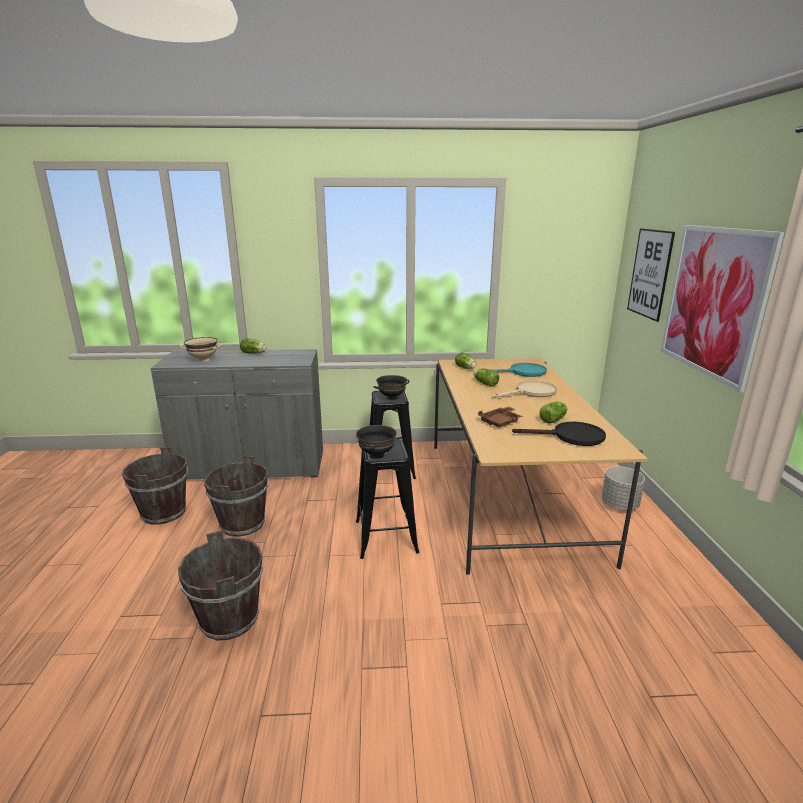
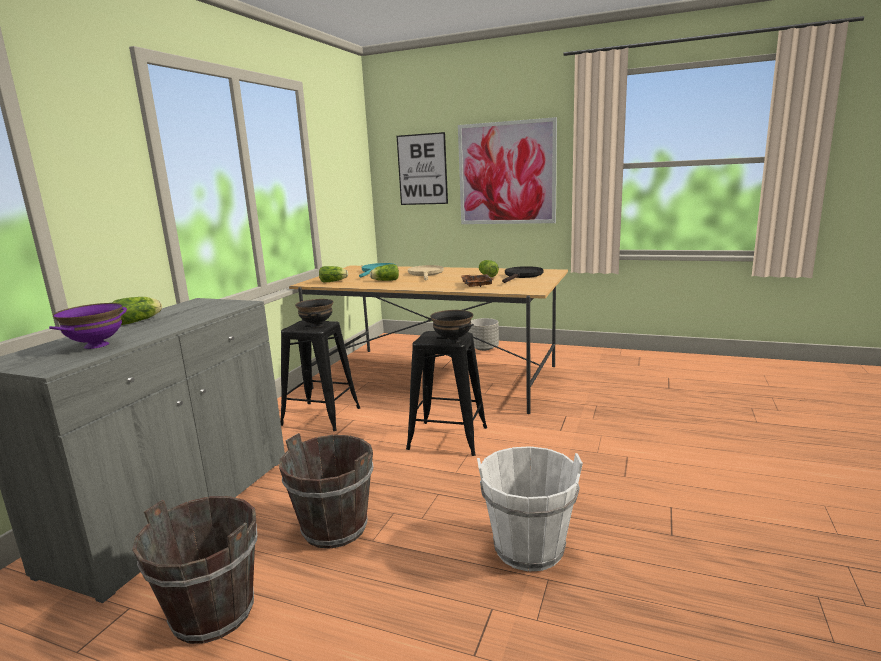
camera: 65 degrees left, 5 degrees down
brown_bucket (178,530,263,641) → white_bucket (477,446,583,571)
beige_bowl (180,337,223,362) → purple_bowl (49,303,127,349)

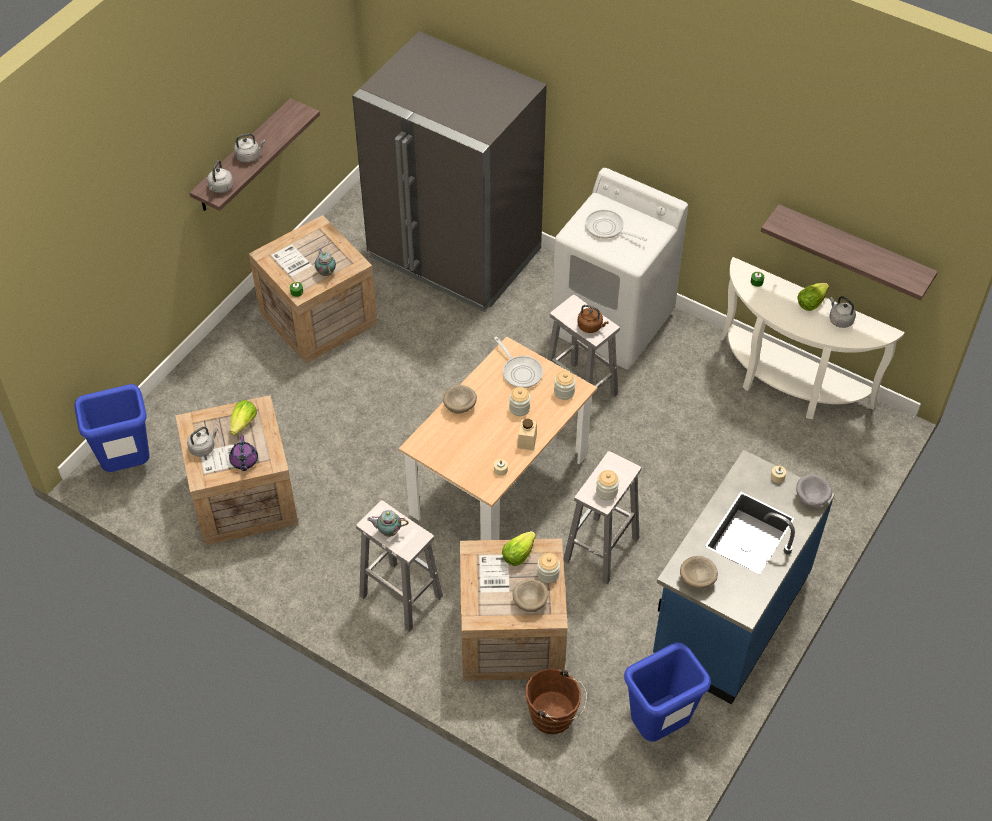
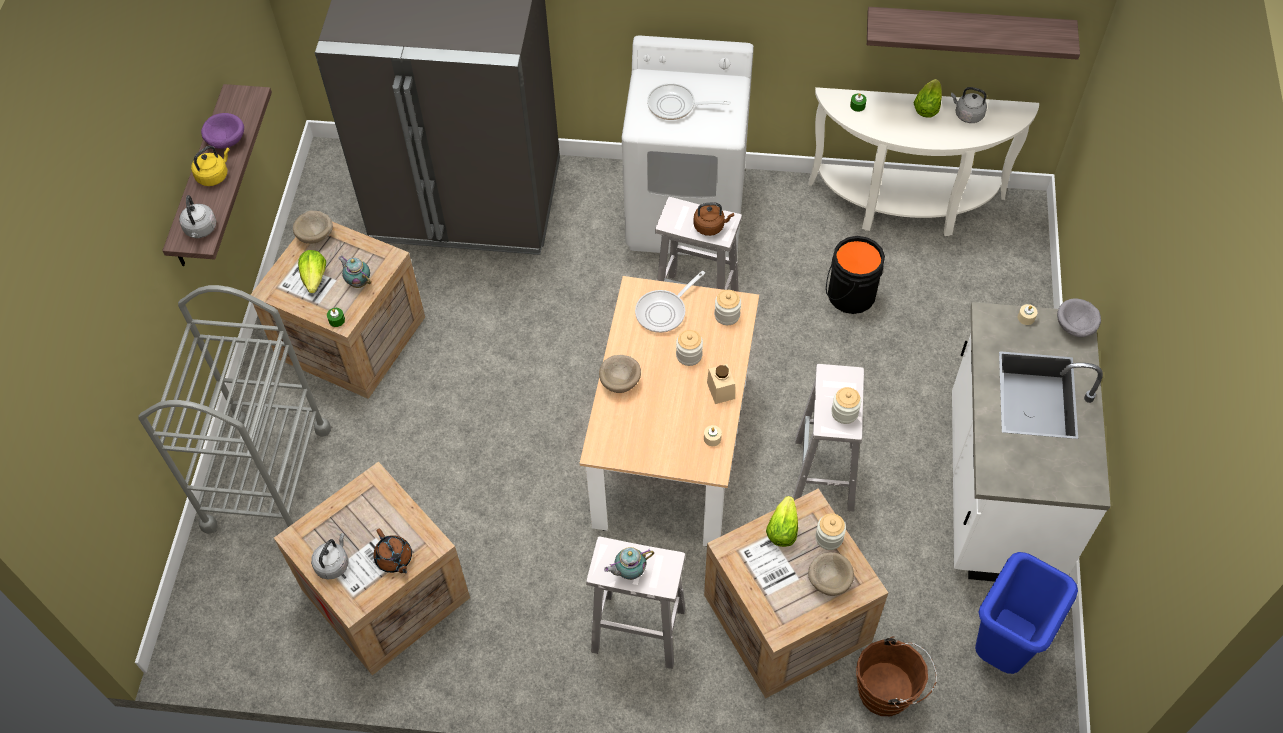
camera: 25 degrees left, 5 degrees up
blue_trash_can (74,384,149,472) → -
- → grey_cart (138,285,331,534)
- → purple_bowl (201,113,244,149)
- → black_bucket (826,236,885,314)
lettuce (230,400,257,435) → lettuce (298,250,326,293), moved
beige_bowl (680,556,718,589) → beige_bowl (293,211,333,244), moved
purple_teapot (229,435,258,471) → brown_teapot (374,529,412,574)
grey_kettle (234,133,265,162) → yellow_kettle (191,146,230,186)
blue_counter (653,450,835,704) → white_counter (952,302,1111,582)
frying_pan (494,336,543,388) → frying_pan (635,271,705,333), 105 degrees clockwise

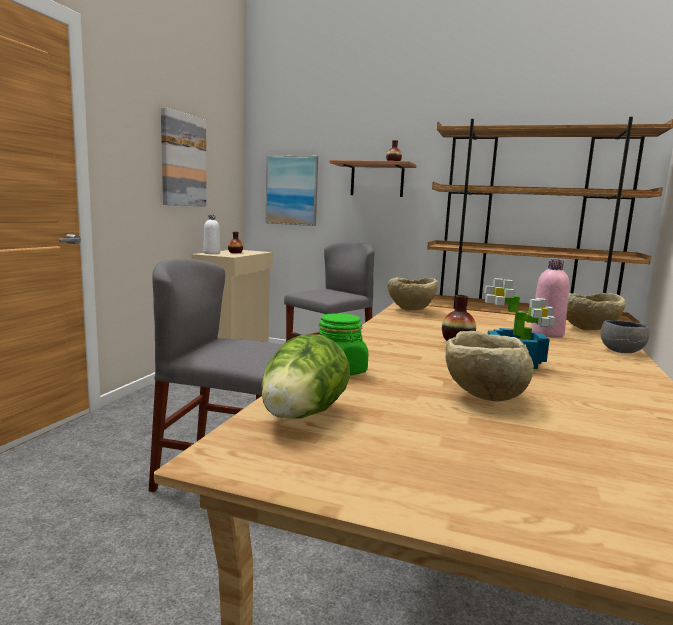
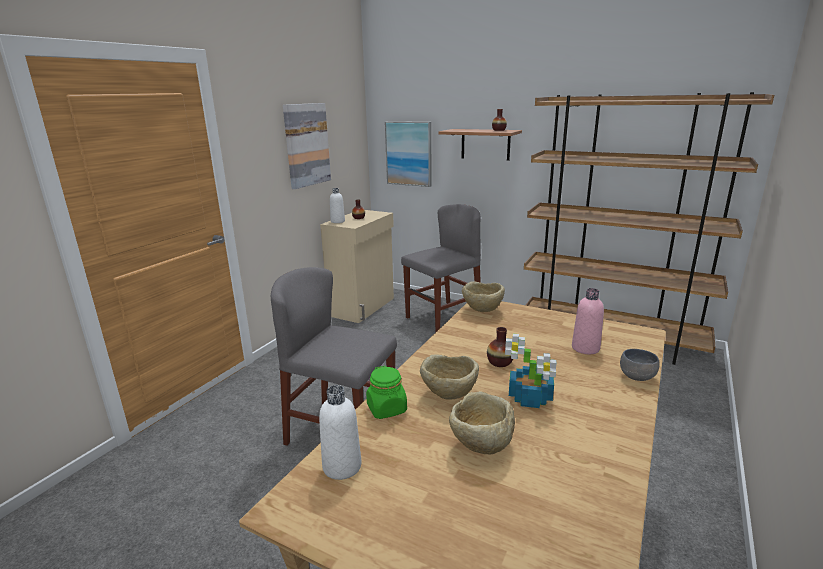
camera: 10 degrees right, 10 degrees up
beige_bowl (566,293,626,330) → beige_bowl (420,354,479,400), moved
lettuce (261,335,350,419) → white_bottle (319,385,362,480)

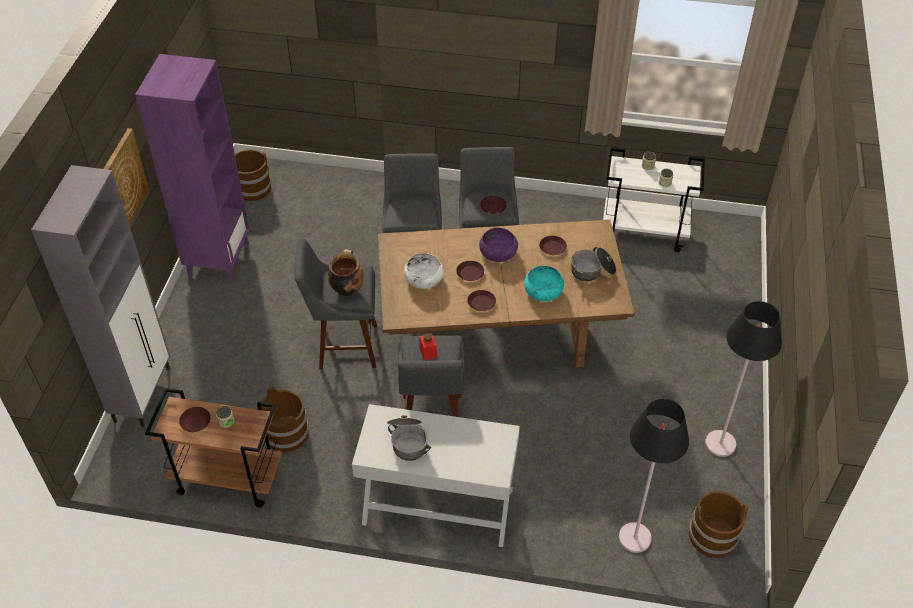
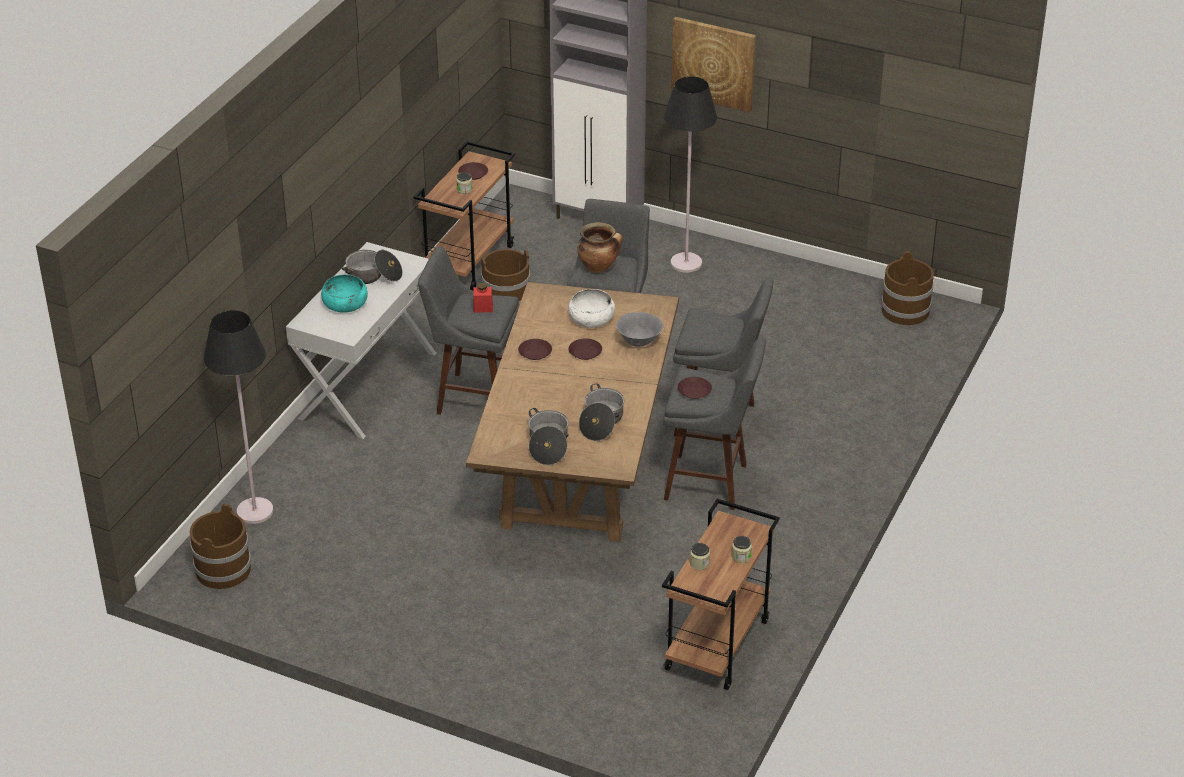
camera: 105 degrees right, 10 degrees down
purple_bookcase (135,54,250,282) → -
purple_bowl (479,228,518,262) → -
- → grey_bowl (616,312,663,347)
turquoise_bowl (524,266,564,301) → turquoise_bowl (321,275,368,313), moved
black_floor_lamp (705,301,782,457) → black_floor_lamp (664,76,717,273), moved
brown_plate (539,236,567,255) → cooking_pot (579,384,625,441)
white_cart (603,148,705,252) → brown_cart (662,499,780,690)

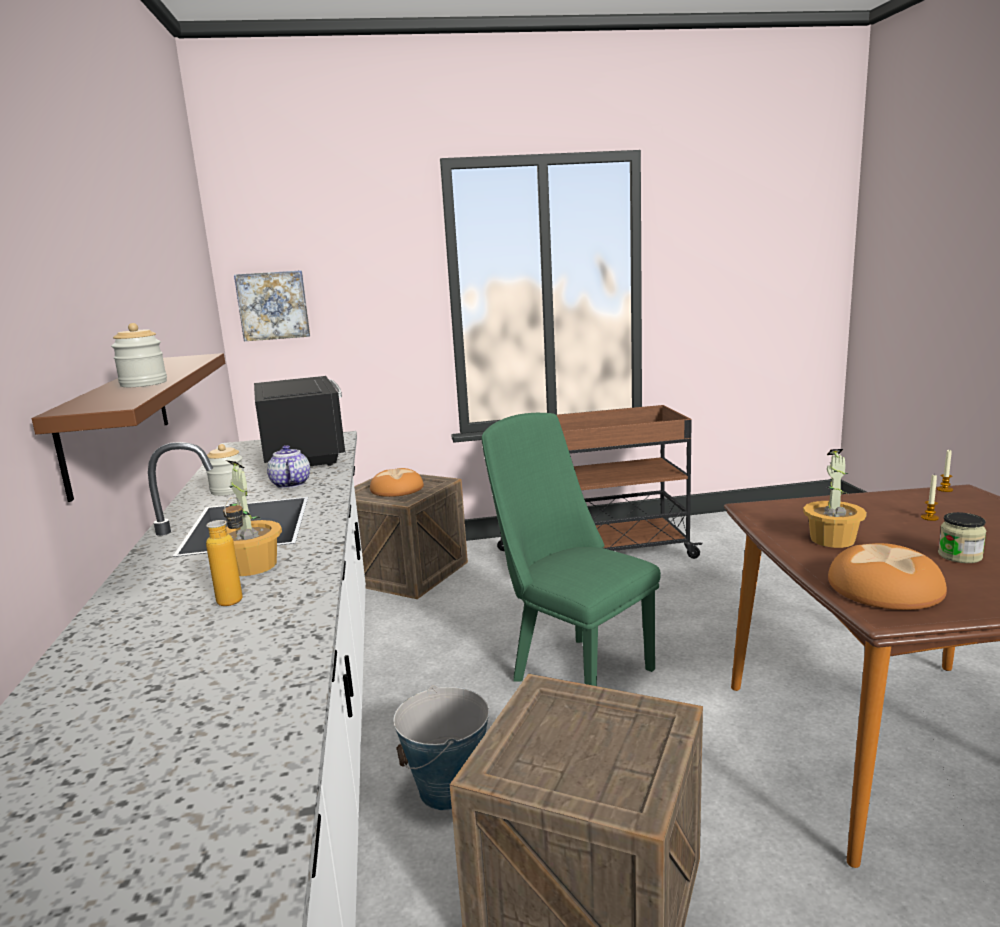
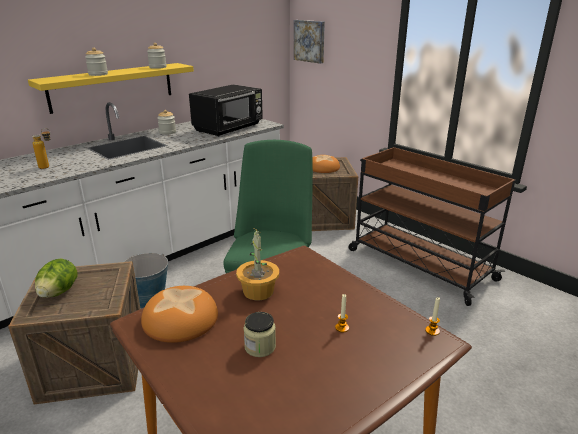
camera: 55 degrees right, 10 degrees up
potted_plant (226,460,282,576) → -
teapot (267,445,310,488) → -
- → lettuce (35,259,78,298)
- → jar (147,43,167,69)
brown_shelf (32,353,225,502) → yellow_shelf (28,63,194,114)

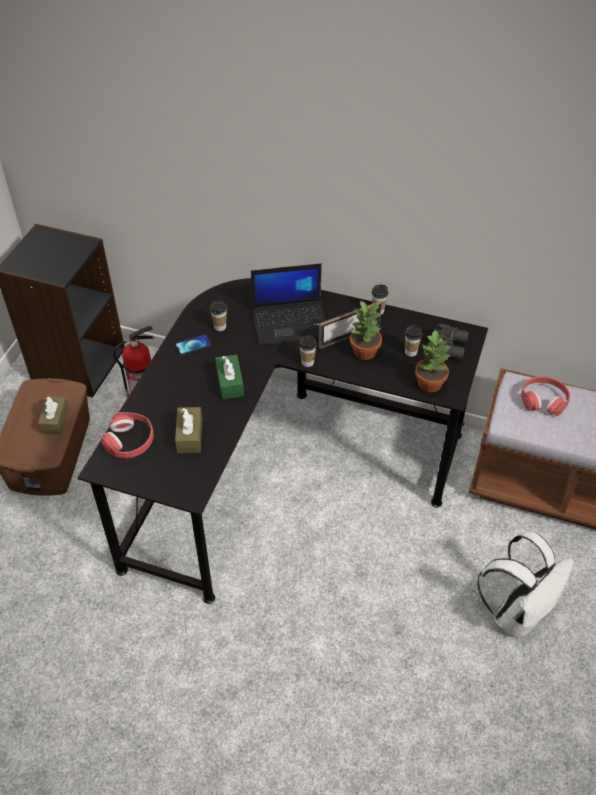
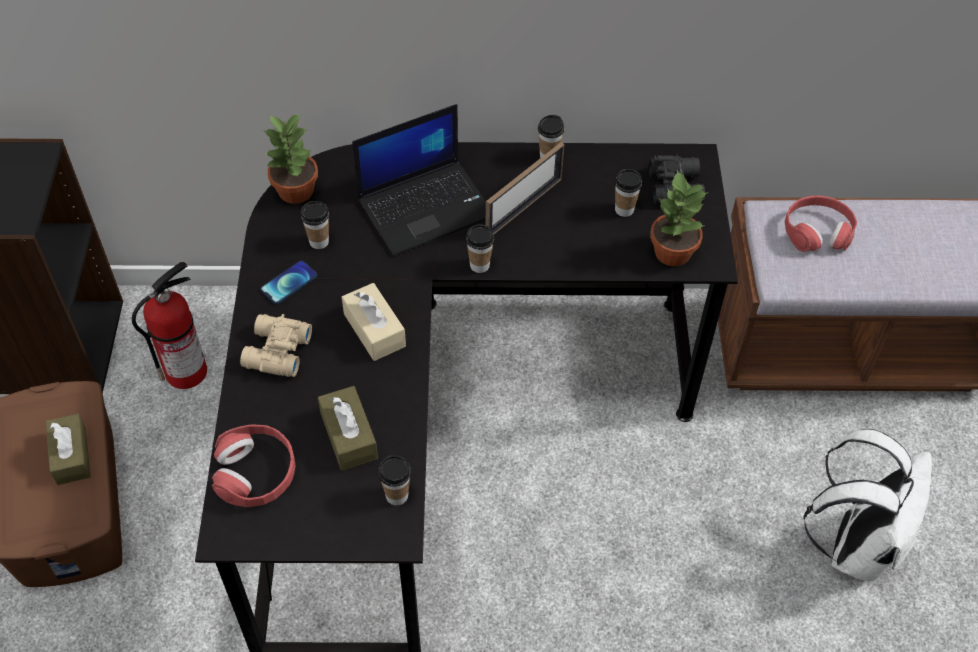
camera: 20 degrees left, 5 degrees up
- → beige_binoculars (240,314,312,377)
- → cup (378,455,411,505)
potted_plant (350,300,382,360) → potted_plant (263,112,318,204), moved
green_tissue_box (215,355,244,399) → beige_tissue_box (342,283,406,361)

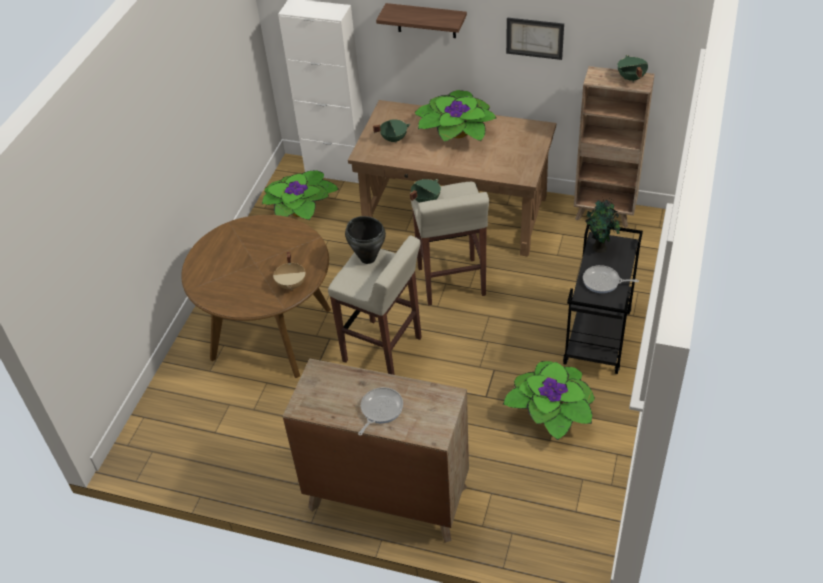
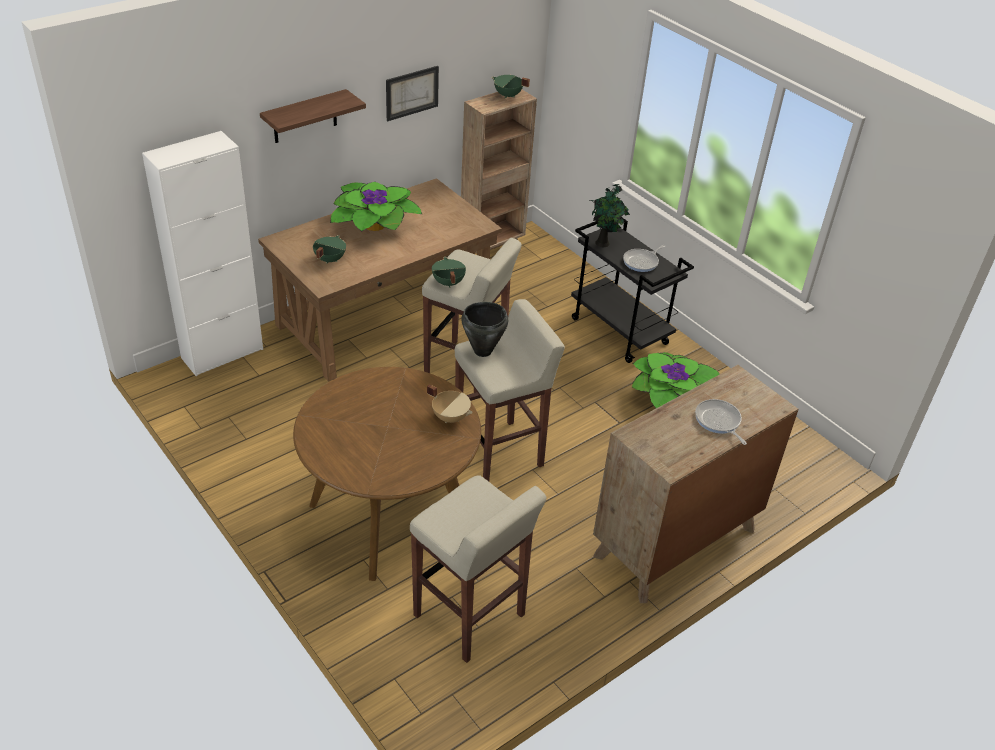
camera: 60 degrees left, 5 degrees down
potted_plant (262,170,338,220) → -
- → beige_stool (410,475,547,663)

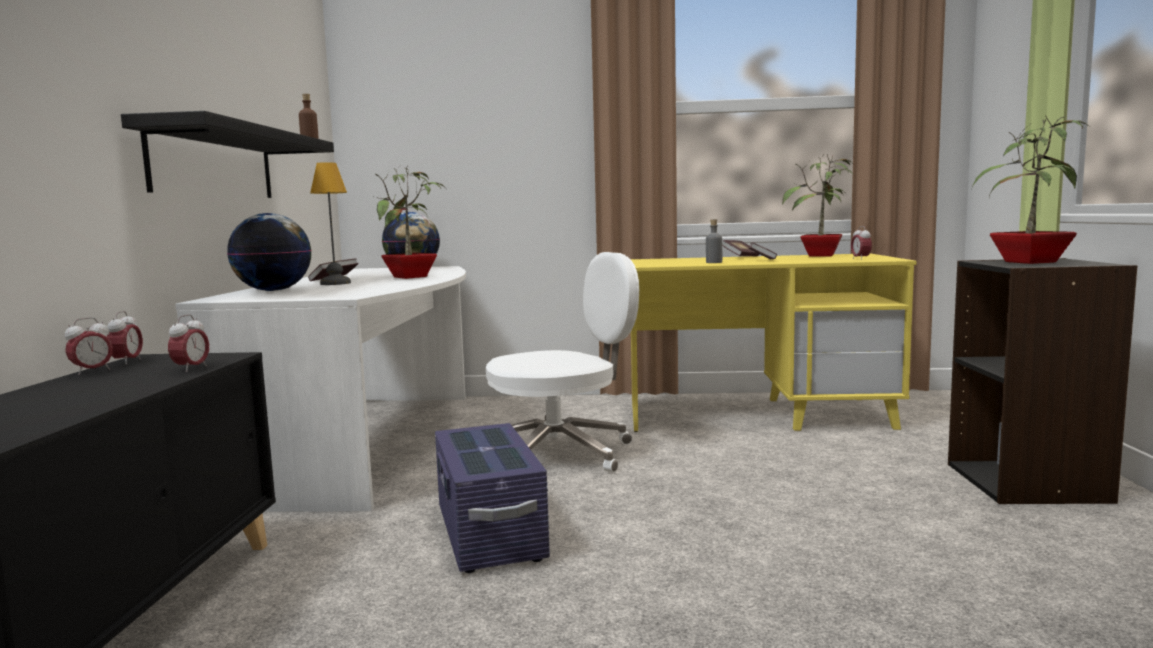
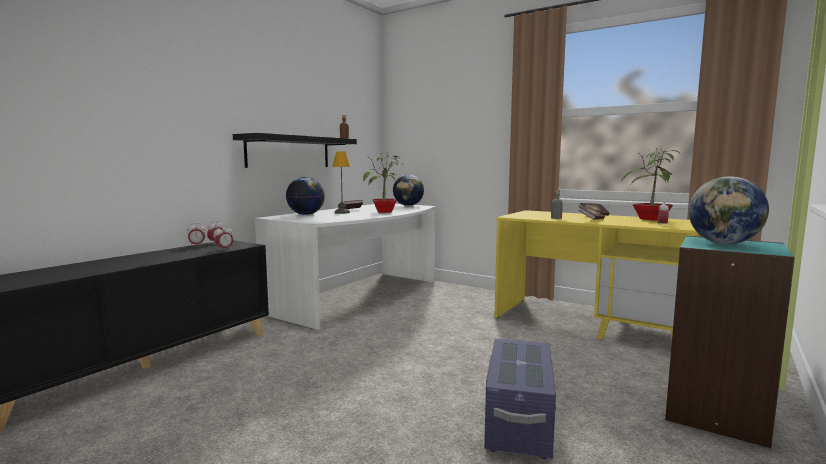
camera: 30 degrees right, 0 degrees up
white_office_chair (486,252,639,472) → -
purple_storage_box (435,423,550,573) → purple_storage_box (484,339,556,459), moved
potted_plant (972,116,1089,264) → globe (689,177,769,244)
black_bookcase (948,258,1138,504) → turquoise_bookcase (665,236,795,448)

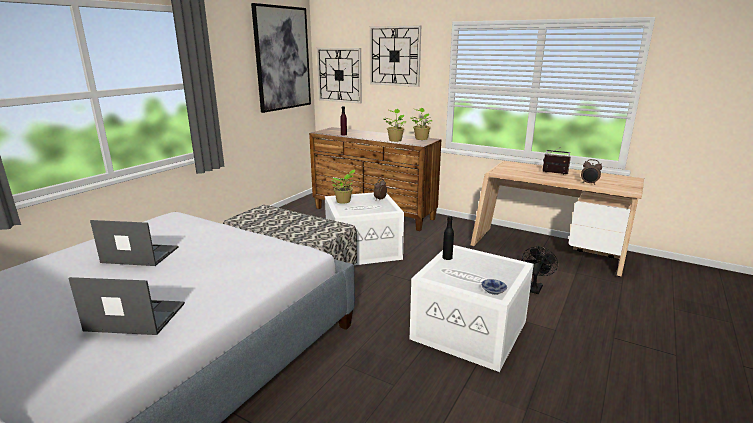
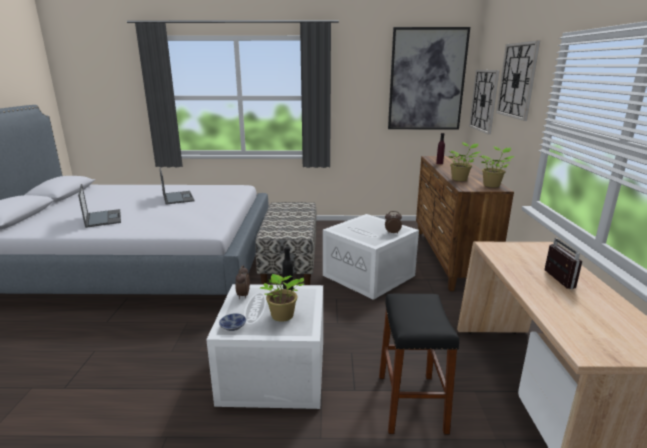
camera: 60 degrees right, 0 degrees up
potted_plant (331,169,355,204) → potted_plant (260,274,304,322), moved
alarm_clock (581,159,602,185) → alarm_clock (235,265,250,299), moved
black_fan (522,247,558,294) → black_stool (379,293,459,434)

